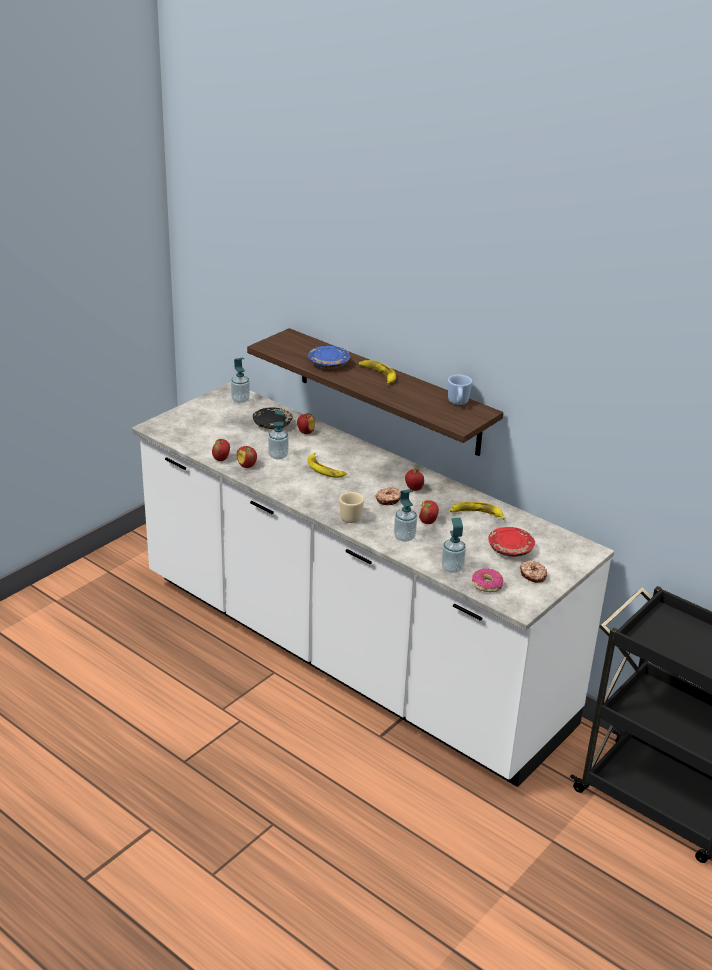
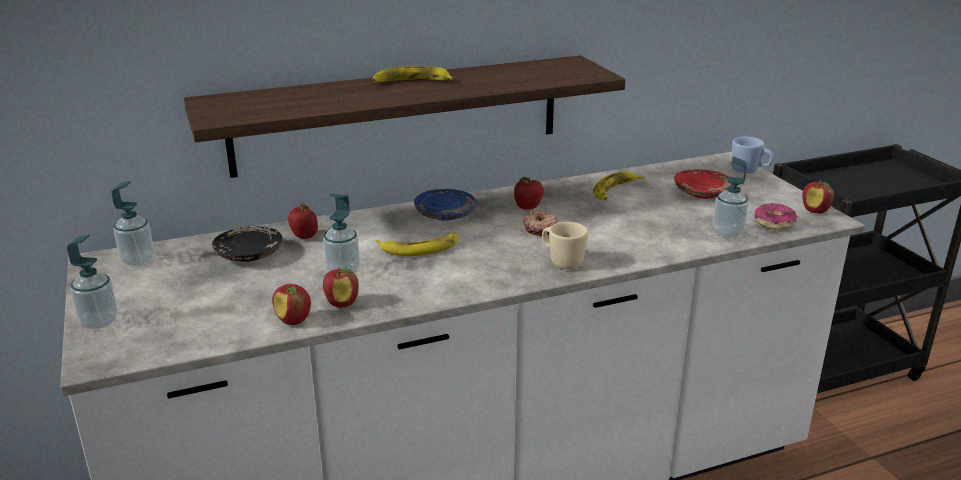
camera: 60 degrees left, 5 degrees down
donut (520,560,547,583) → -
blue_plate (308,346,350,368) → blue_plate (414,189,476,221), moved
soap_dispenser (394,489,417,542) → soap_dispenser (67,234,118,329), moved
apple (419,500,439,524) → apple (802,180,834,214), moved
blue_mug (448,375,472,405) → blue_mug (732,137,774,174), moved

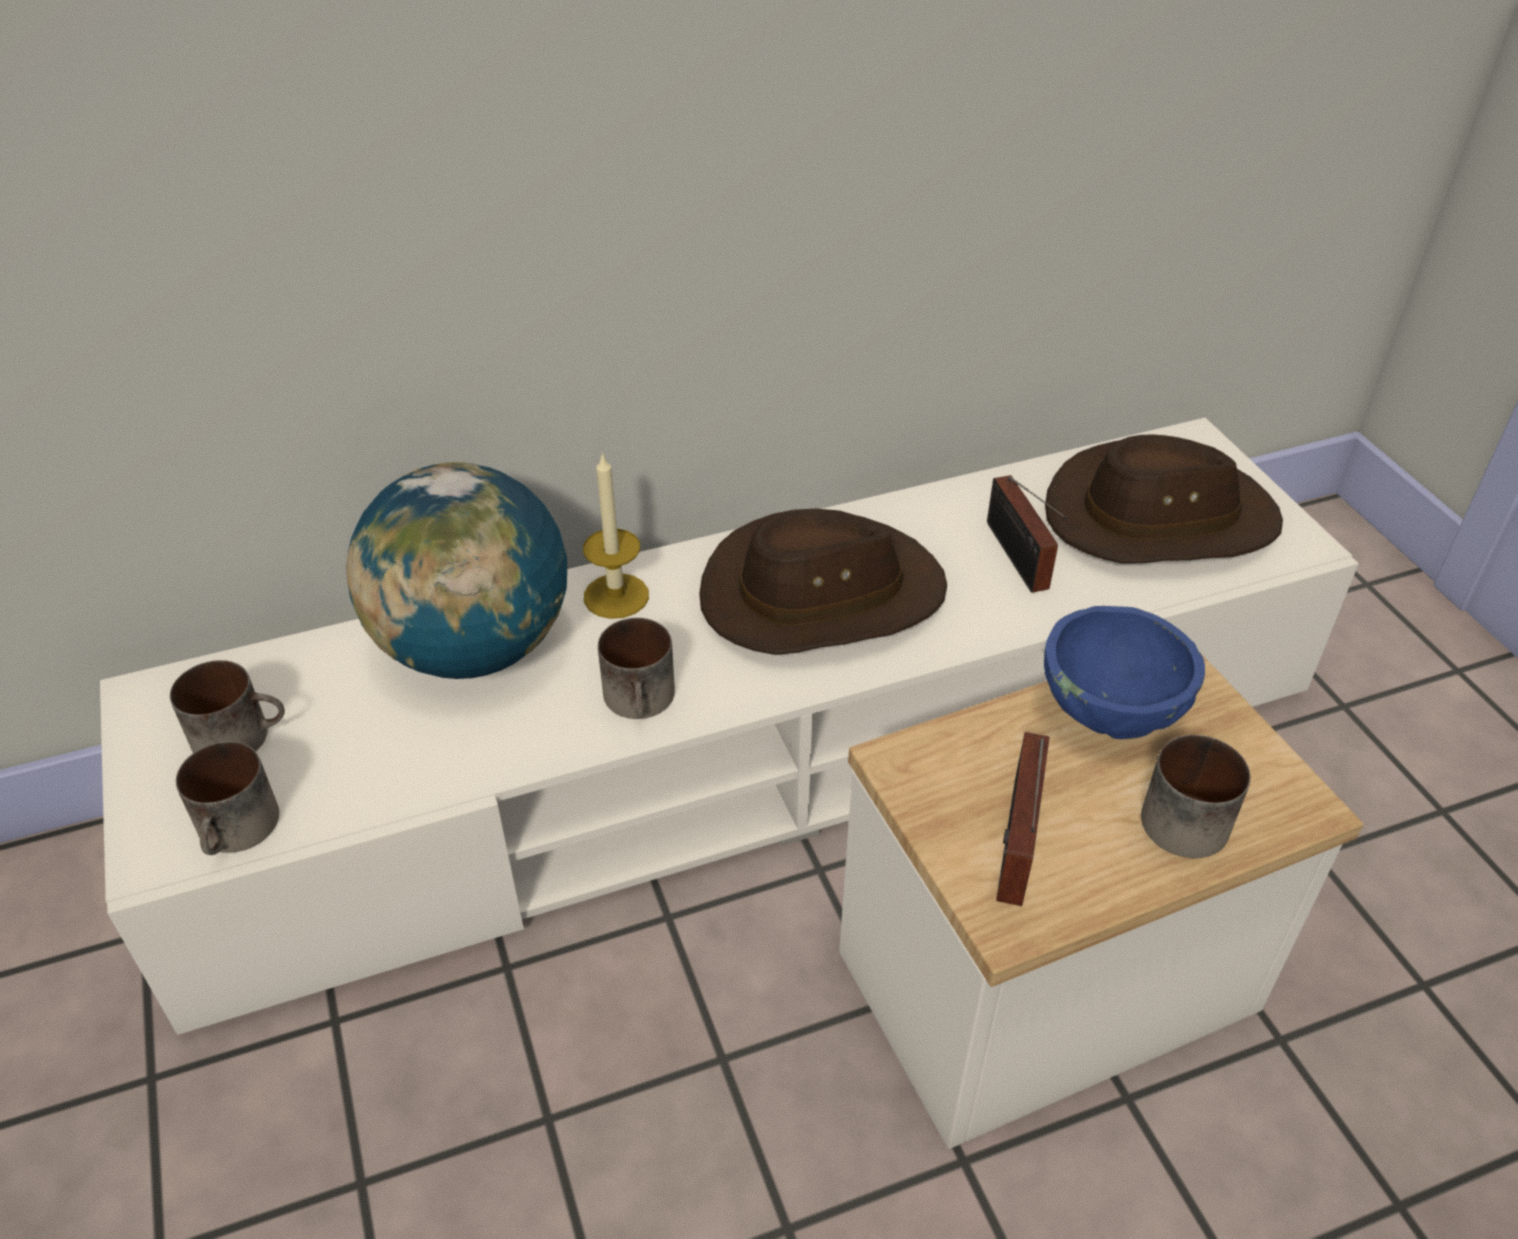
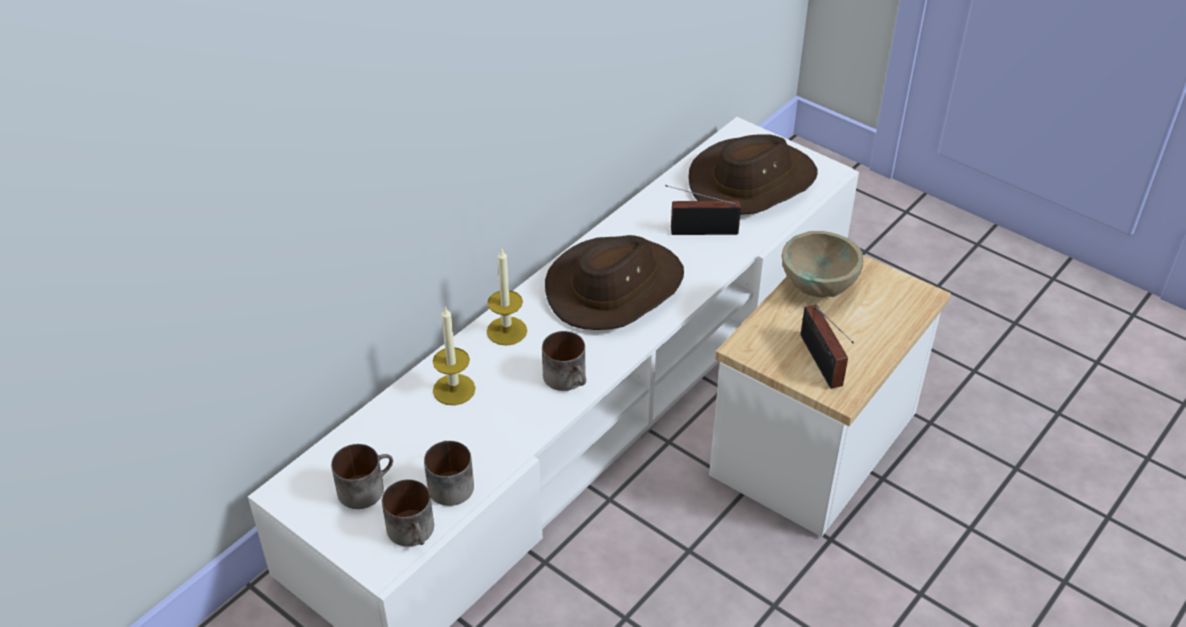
camera: 30 degrees left, 0 degrees up
mug (1141,735,1251,858) → mug (424,441,474,506), moved
globe (346,462,567,679) → candle (433,306,476,405)
blue_bowl (1044,606,1205,739) → beige_bowl (782,231,863,297)
radio (987,475,1068,593) → radio (665,185,741,235), 135 degrees clockwise

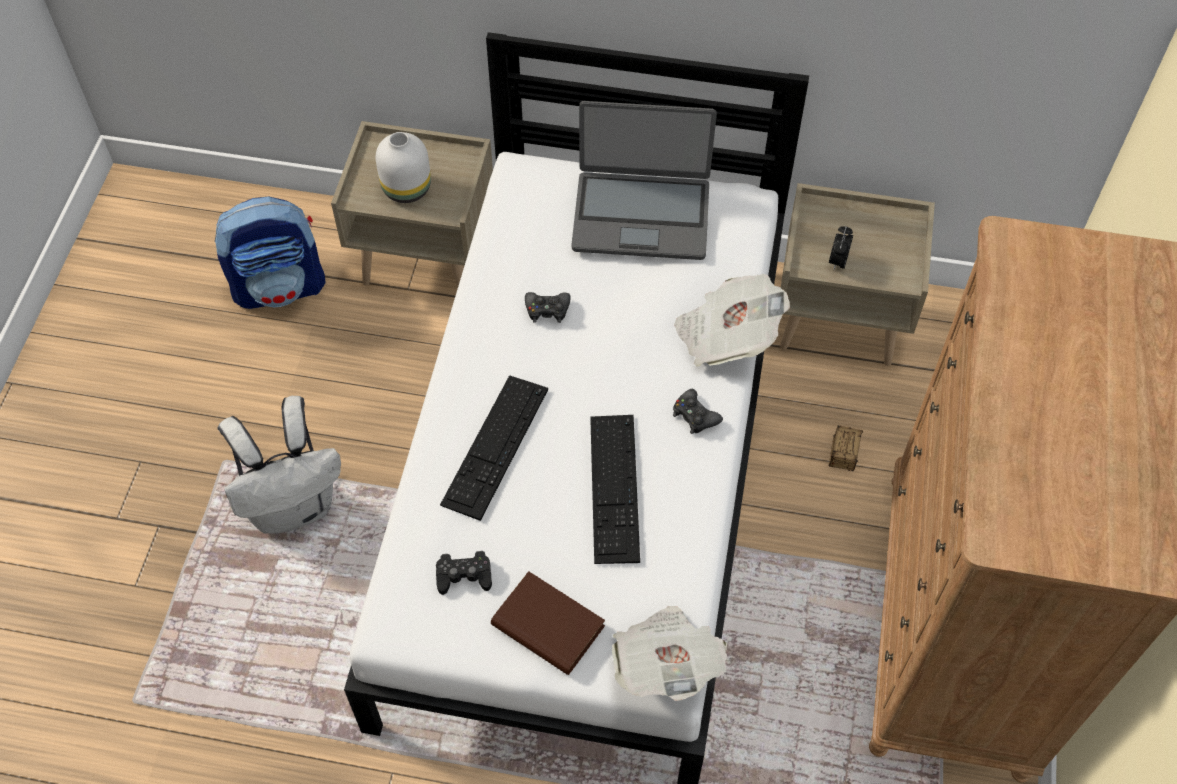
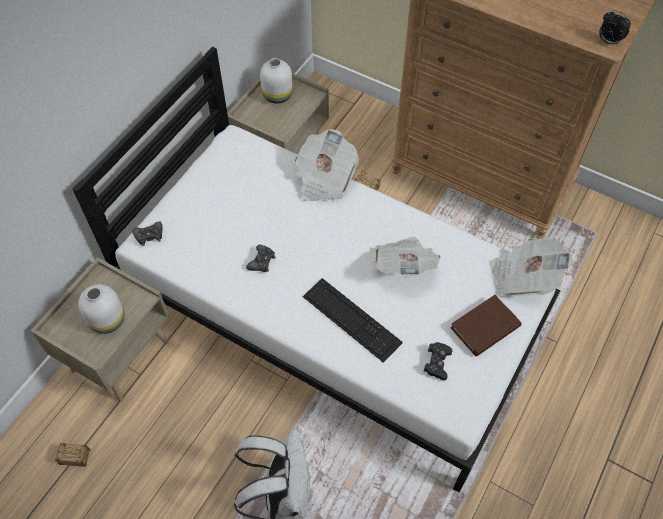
camera: 70 degrees left, 0 degrees up
laptop (571,101,717,260) → -
- → white_vase (260,58,293,104)
black_game_controller (673,389,723,434) → black_game_controller (132,221,163,246), moved
alarm_clock (829,226,853,269) → alarm_clock (599,10,631,45), moved
backpack (214,197,326,309) → storage_box (55,437,114,467)
keyboard (590,415,640,564) → newspaper (373,237,441,277)

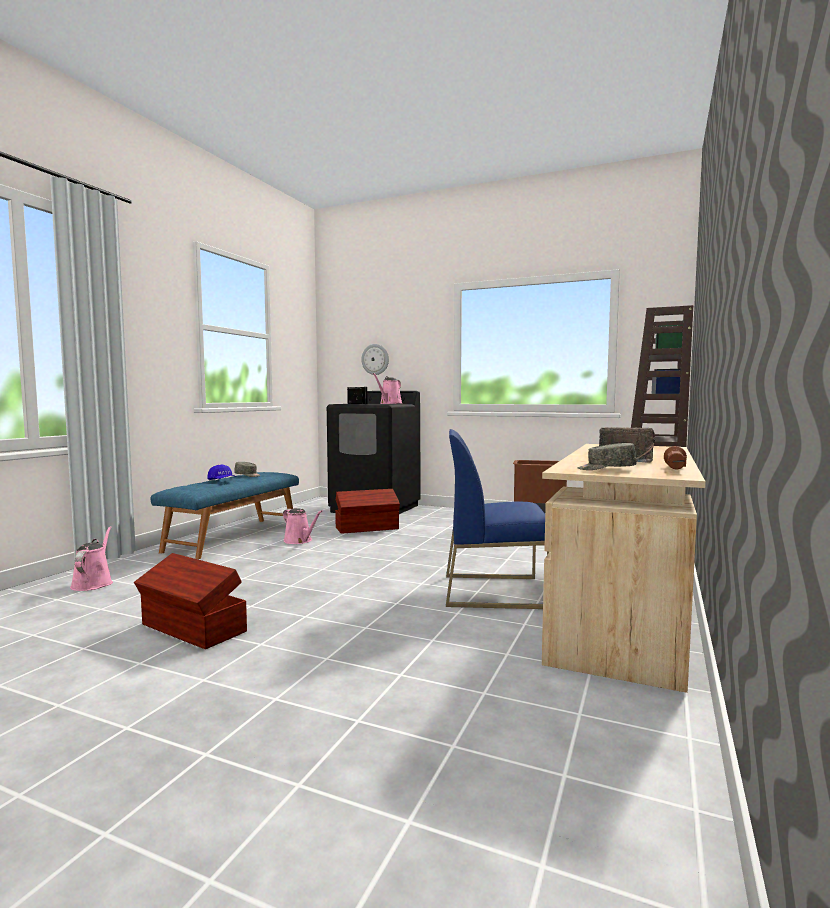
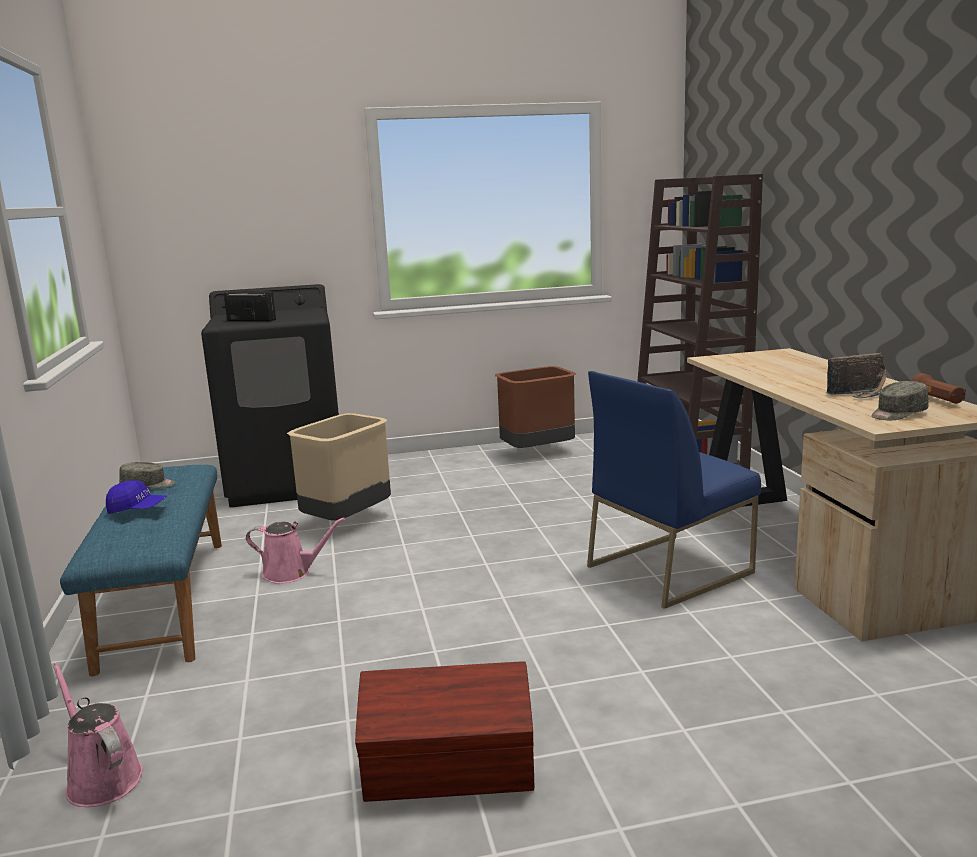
camera: 35 degrees left, 10 degrees up
wall_clock (361,344,389,375) → -
pink_watering_can (373,373,402,404) → -
brown_storage_box (335,489,400,534) → beige_trash_can (287,413,391,520)

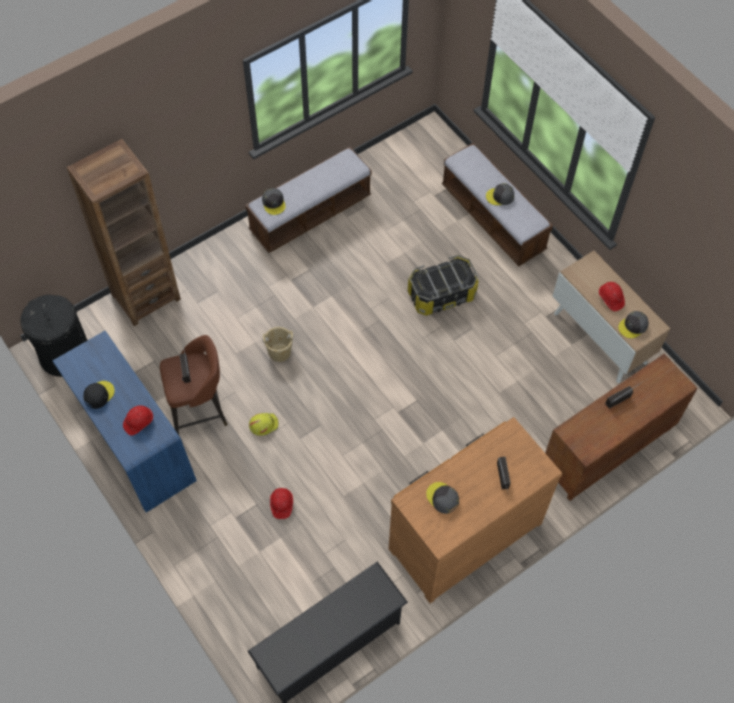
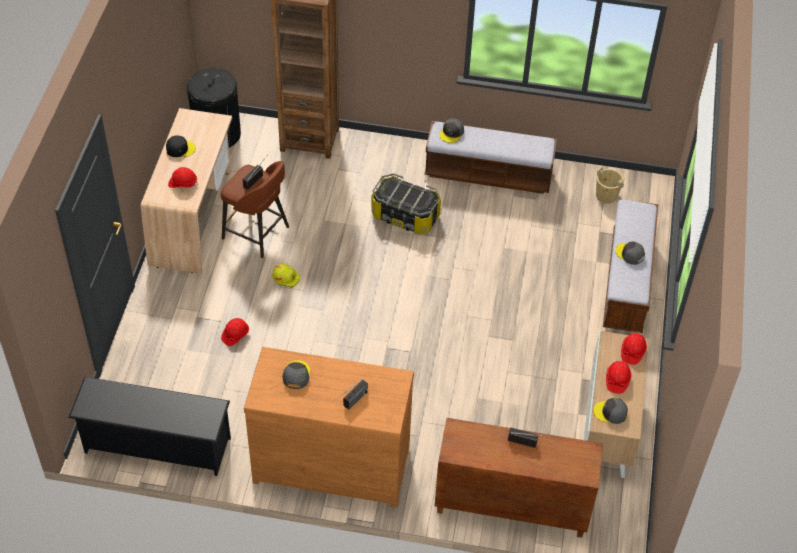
camera: 45 degrees right, 10 degrees down
- → red_hard_hat (621,333,647,365)
beige_bucket (262,327,294,362) → beige_bucket (596,166,625,204), moved
storage_box (408,255,479,316) → storage_box (371,173,441,234), moved
blue_desk (53,331,197,513) → beige_desk (141,108,232,274)

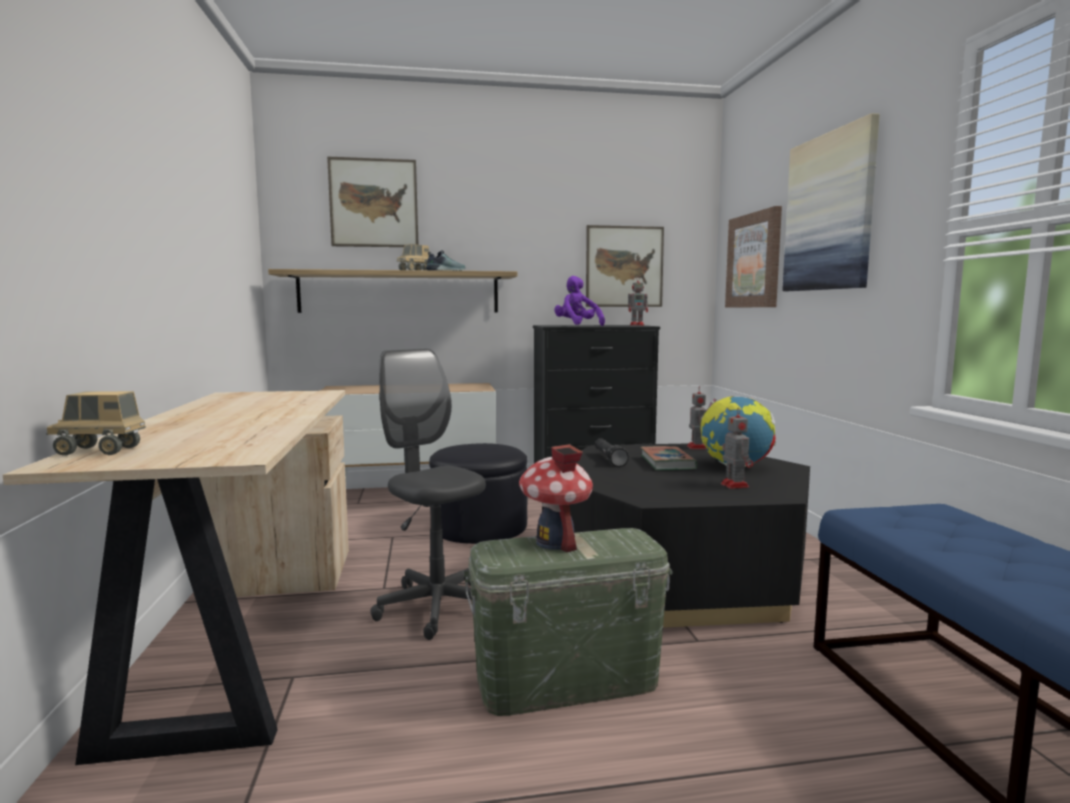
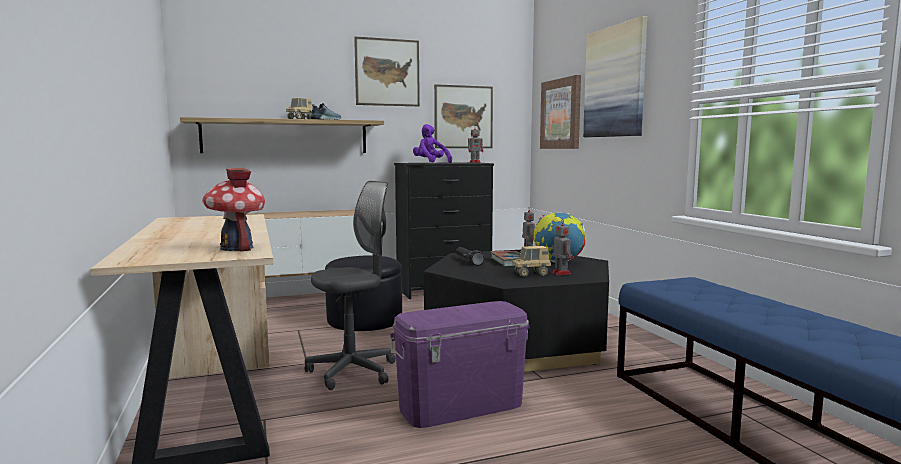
camera: 10 degrees left, 0 degrees up
toy_truck (46,391,146,456) → toy_truck (512,246,551,277), moved
picture (327,157,419,247) → picture (354,37,420,106), moved
toy_house (519,444,593,553) → toy_house (202,168,265,252), moved
green_storage_box (464,528,672,716) → purple_storage_box (390,301,530,428)
grey_office_chair (370,349,486,640) → grey_office_chair (305,181,396,390), 105 degrees clockwise

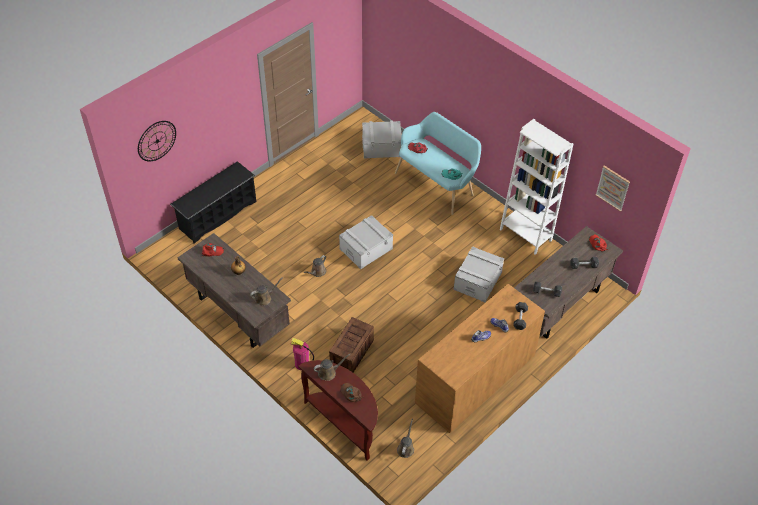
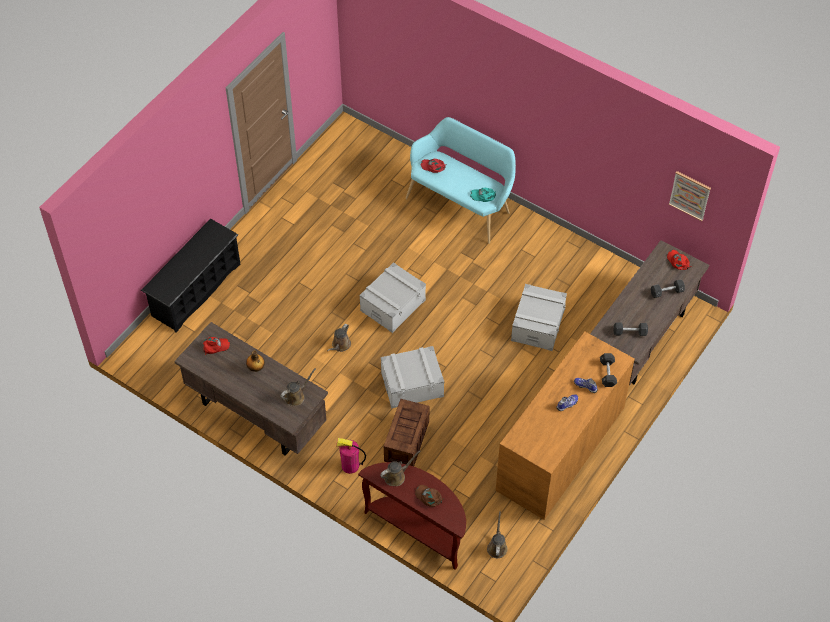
camera: 10 degrees left, 5 degrees up
wall_clock (138,121,176,161) → -
white_bookcase (500,119,573,255) → -
grey_storage_box (362,120,402,159) → grey_storage_box (380,346,444,409), moved

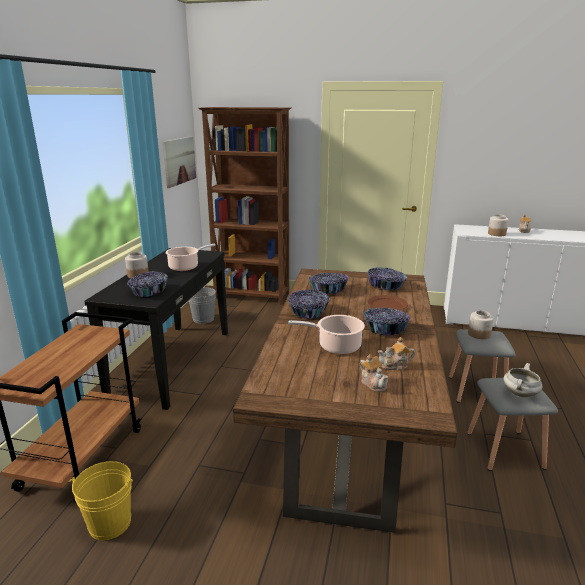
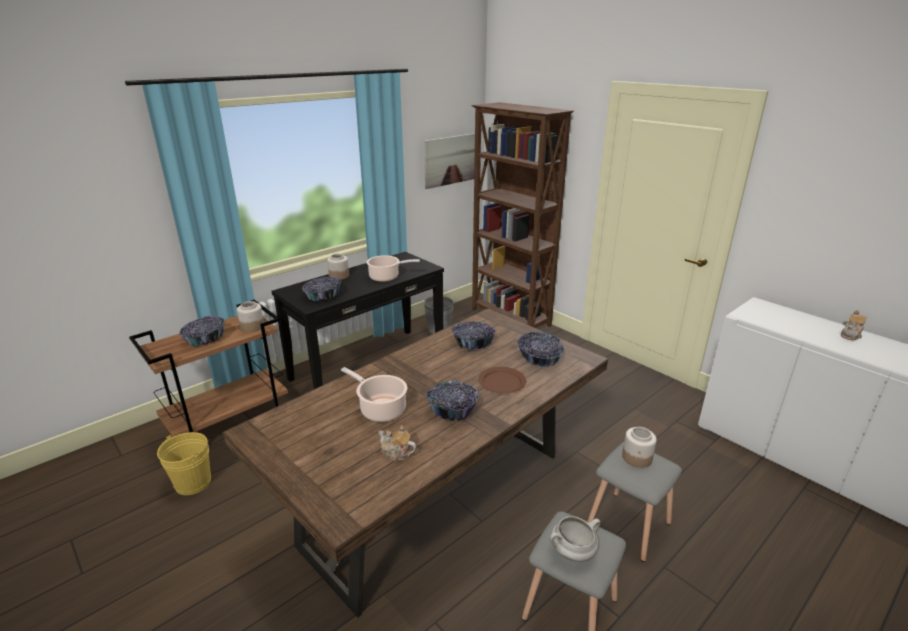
camera: 35 degrees right, 5 degrees up
teapot (360,354,388,392) → -
bowl (288,290,330,319) → bowl (179,316,224,346), moved
jar (488,214,509,236) → jar (237,301,264,332), moved

